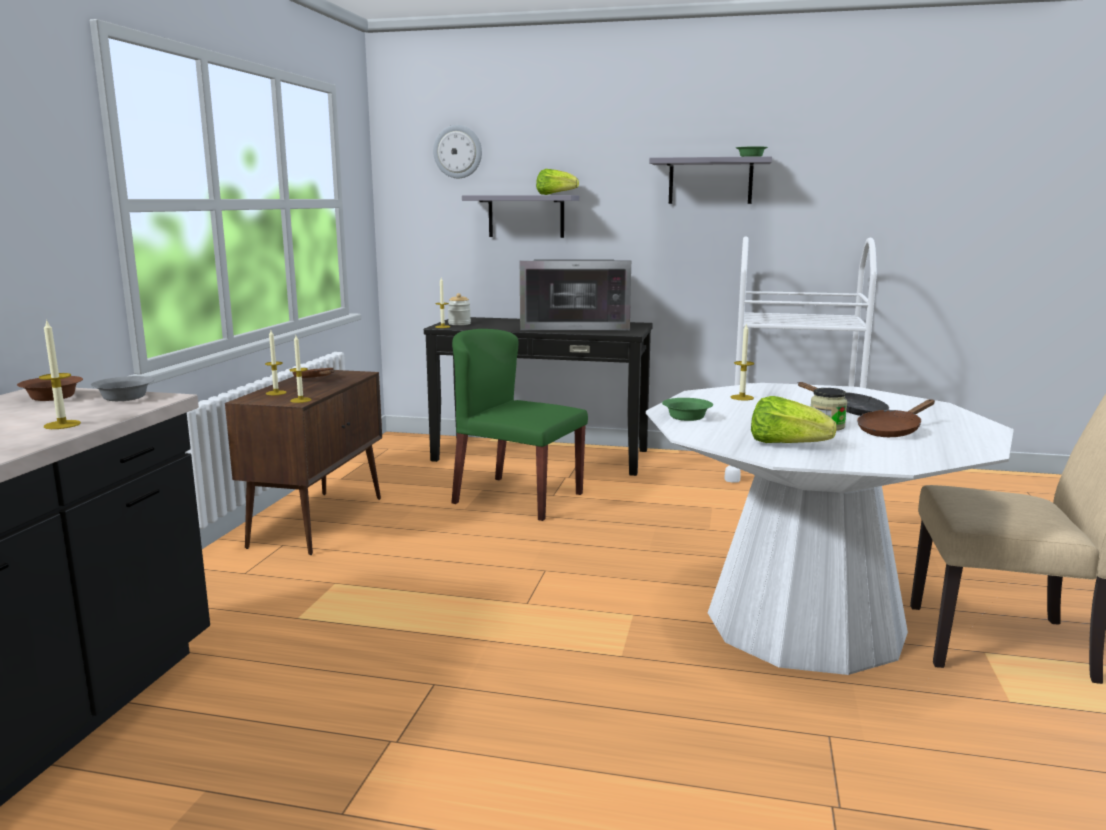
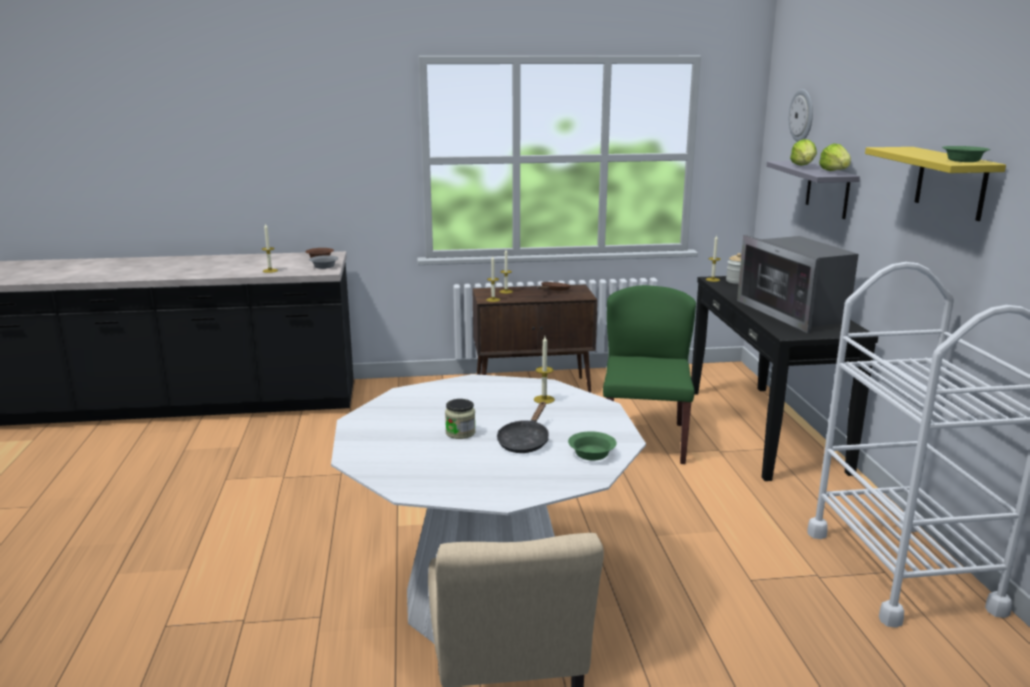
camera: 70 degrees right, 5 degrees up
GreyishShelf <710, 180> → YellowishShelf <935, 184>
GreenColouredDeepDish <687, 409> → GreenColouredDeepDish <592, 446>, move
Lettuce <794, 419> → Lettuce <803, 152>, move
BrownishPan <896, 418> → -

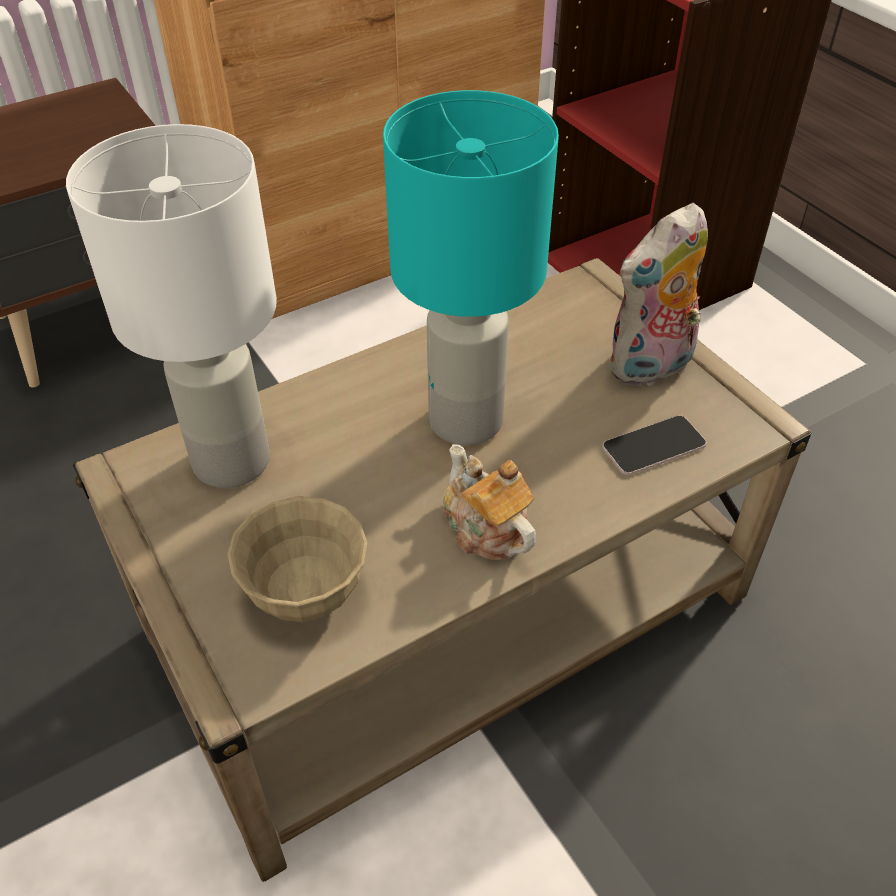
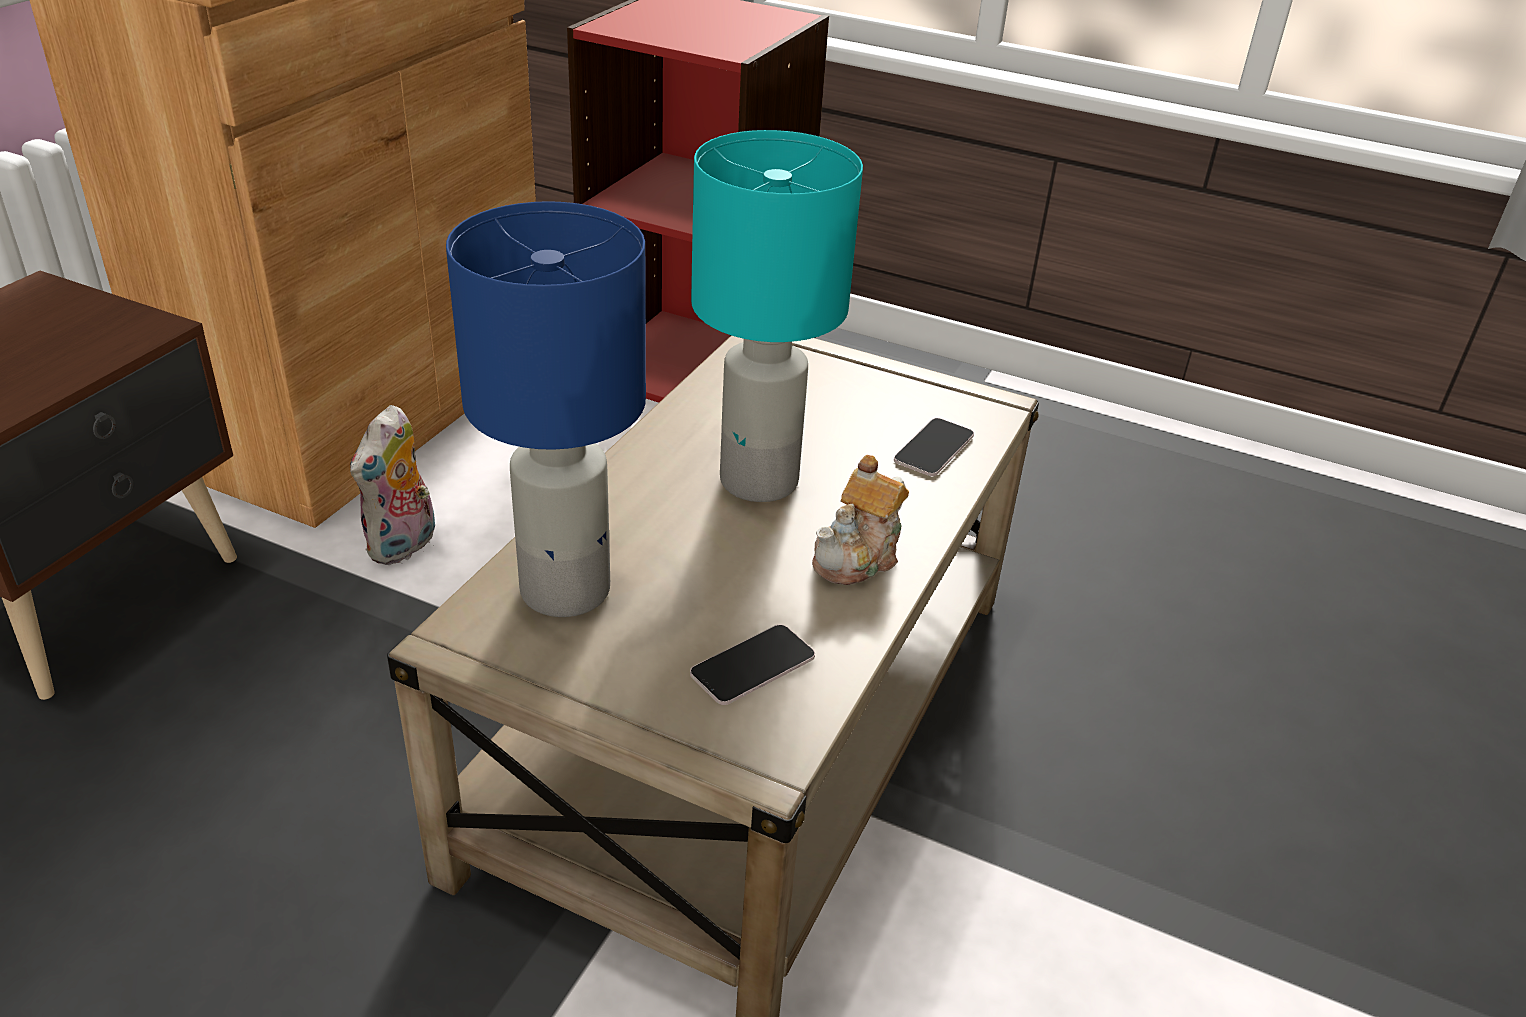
camera: 35 degrees left, 10 degrees down
WhiteColouredTableLamp <171, 306> → BlueTableLamp <546, 409>
BeigeDeepDish <297, 559> → Phone <752, 664>
PotForTea <489, 502> → PotForTea <860, 520>, 75 degrees counterclockwise
CuddlyToy <658, 294> → CuddlyToy <392, 485>, move

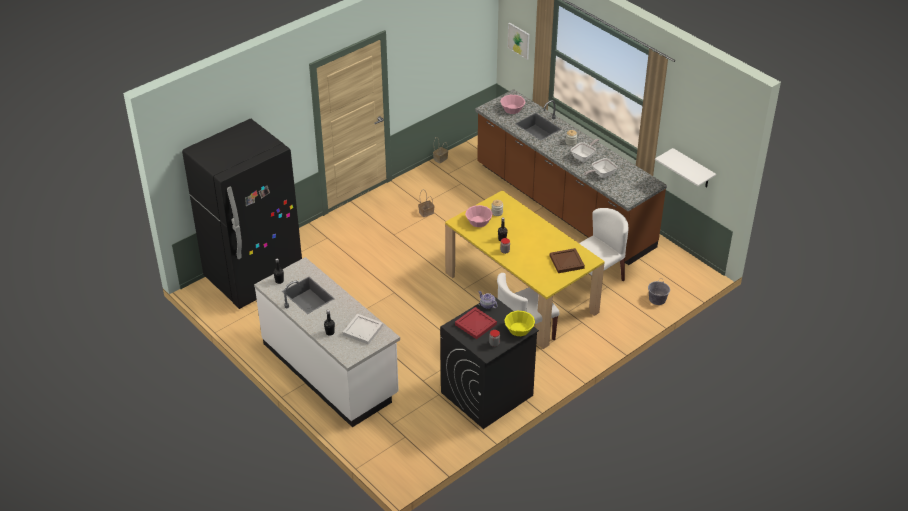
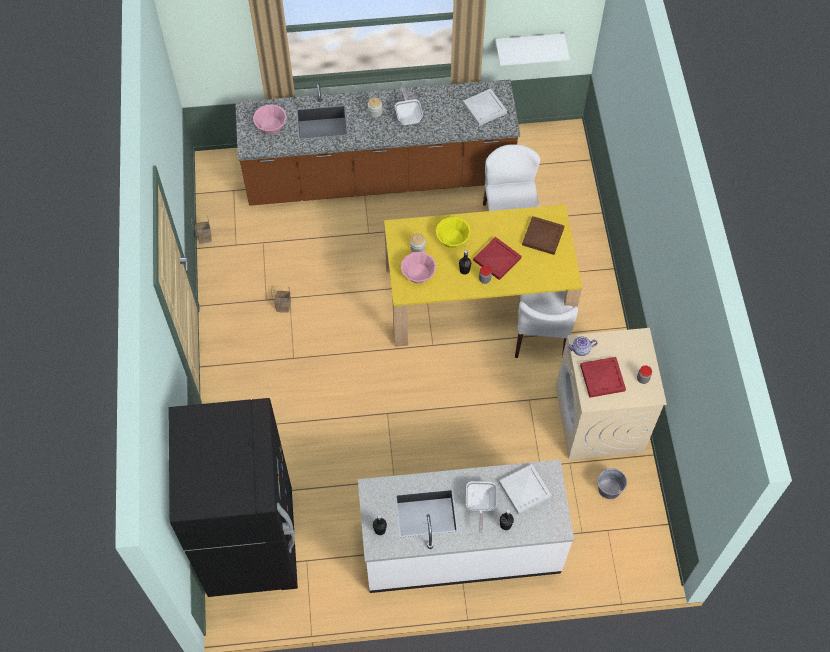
camera: 55 degrees left, 20 degrees up
BlackishLaundryAppliance <489, 362> → BeigeLaundryAppliance <611, 394>
YellowishDeepDish <519, 323> → YellowishDeepDish <453, 232>, move
WallPicture <518, 41> → -
Pan <600, 168> → Pan <481, 507>, move
GreyishBucket <659, 293> → GreyishBucket <612, 483>, move
- → WhiteColouredServingTray <485, 107>
- → RedServingTray <497, 258>

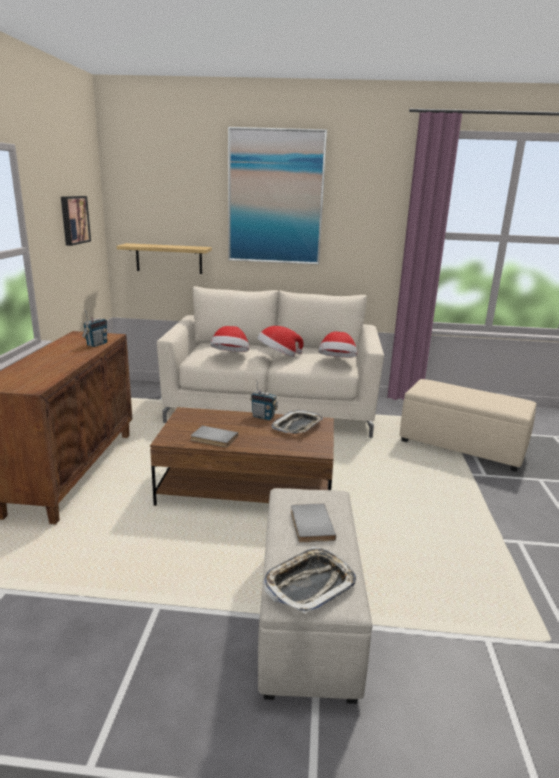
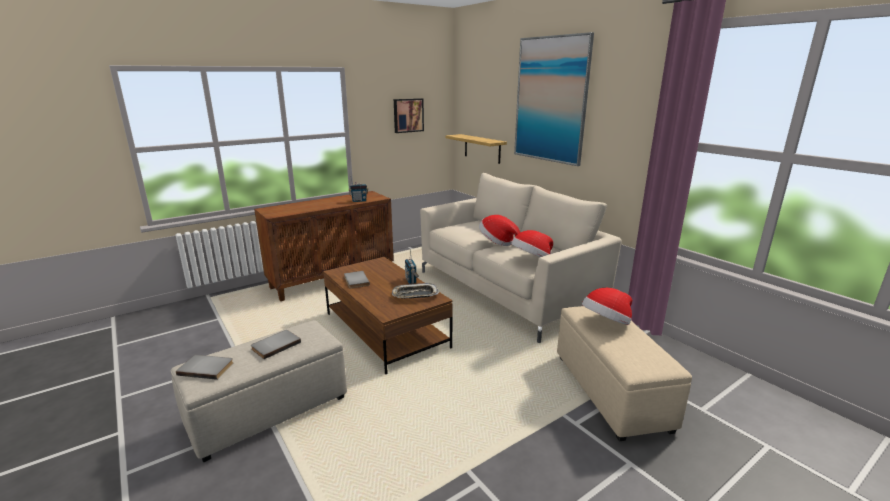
camera: 50 degrees right, 0 degrees up
Hat <229, 339> → Hat <607, 306>, move
ServingTray <309, 580> → GreyishBook <204, 367>

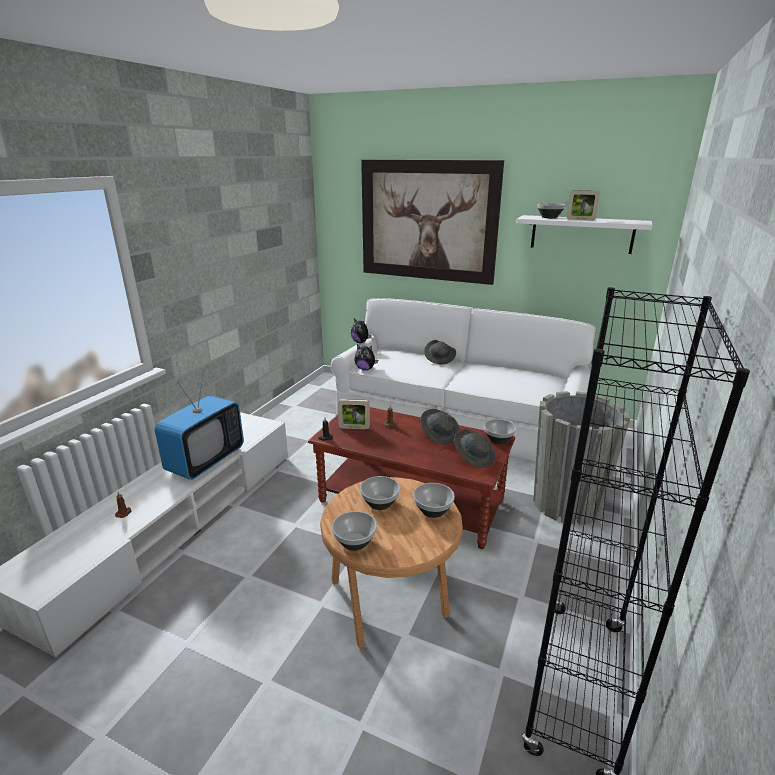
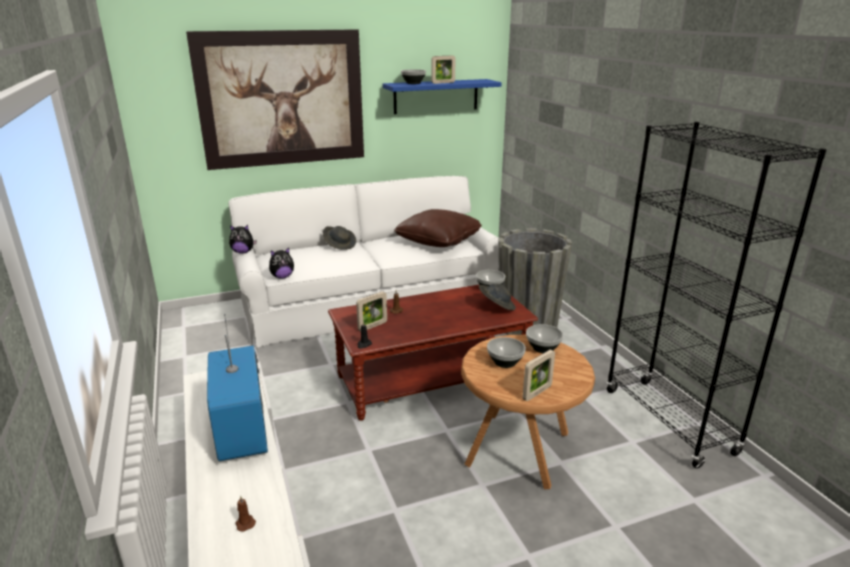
camera: 45 degrees left, 0 degrees up
DeepDish <354, 531> → PhotoFrame <538, 375>
GreyishHat <440, 427> → -
WhiteColouredShelf <584, 234> → BlueShelf <442, 96>
- → BrownishThrowPillow <438, 228>

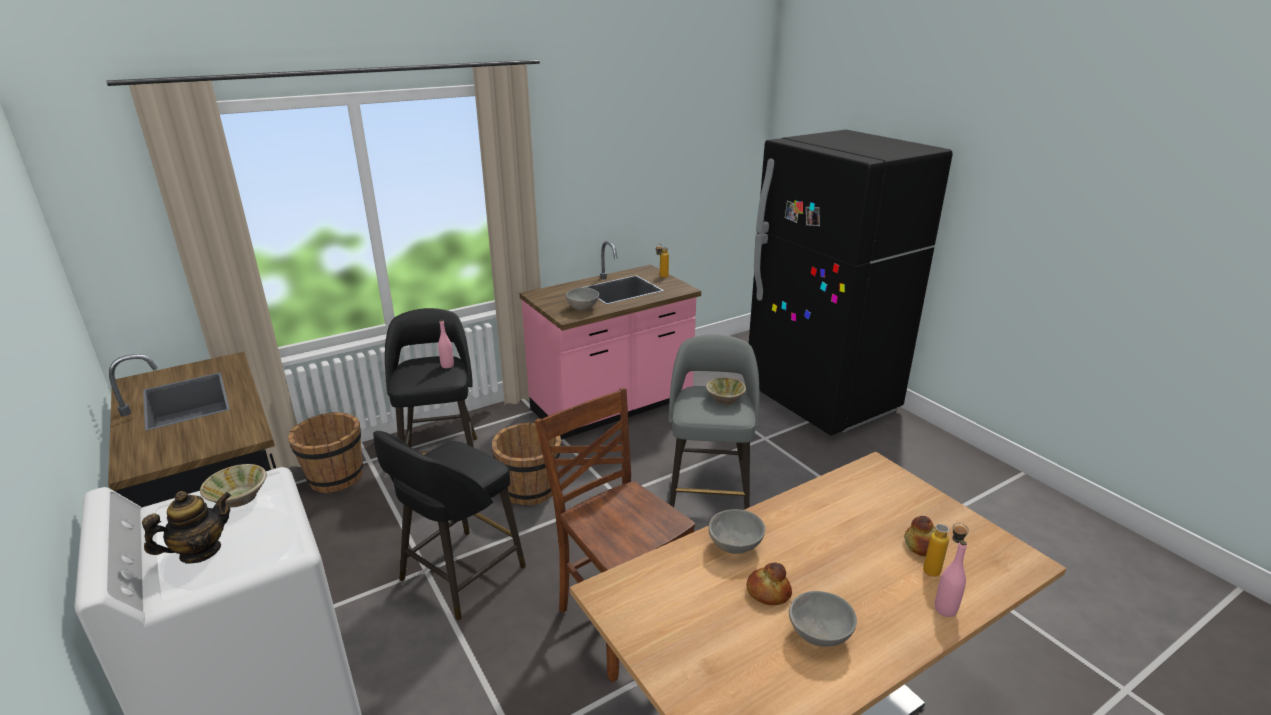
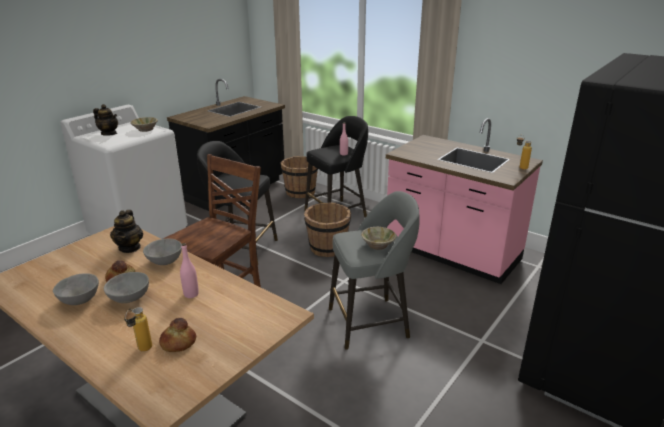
camera: 70 degrees right, 0 degrees up
GreyishDeepDish <582, 298> → GreyishDeepDish <126, 287>, move
PinkishDrinkBottle <951, 578> → PinkishDrinkBottle <189, 270>, move
- → PotForTea <126, 231>

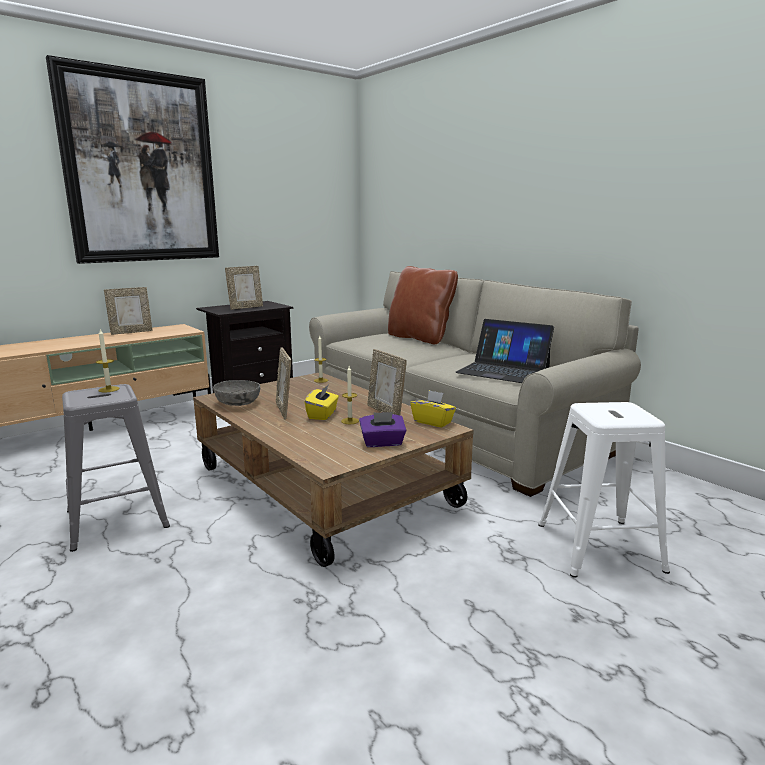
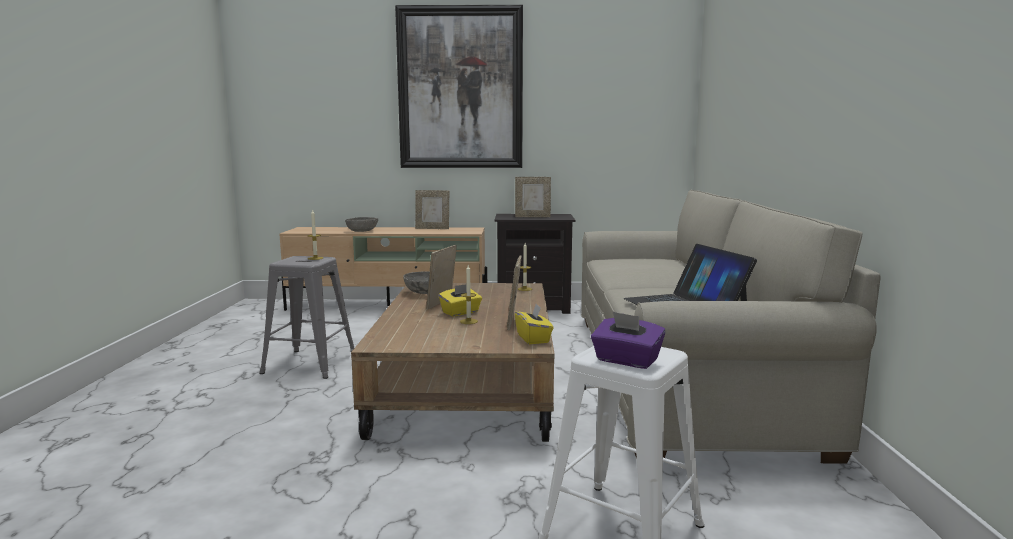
camera: 40 degrees right, 5 degrees down
PurpleColouredTissueBox <382, 429> → PurpleColouredTissueBox <628, 340>, move
BrownishThrowPillow <423, 305> → -
- → GreyishDeepDish <361, 224>

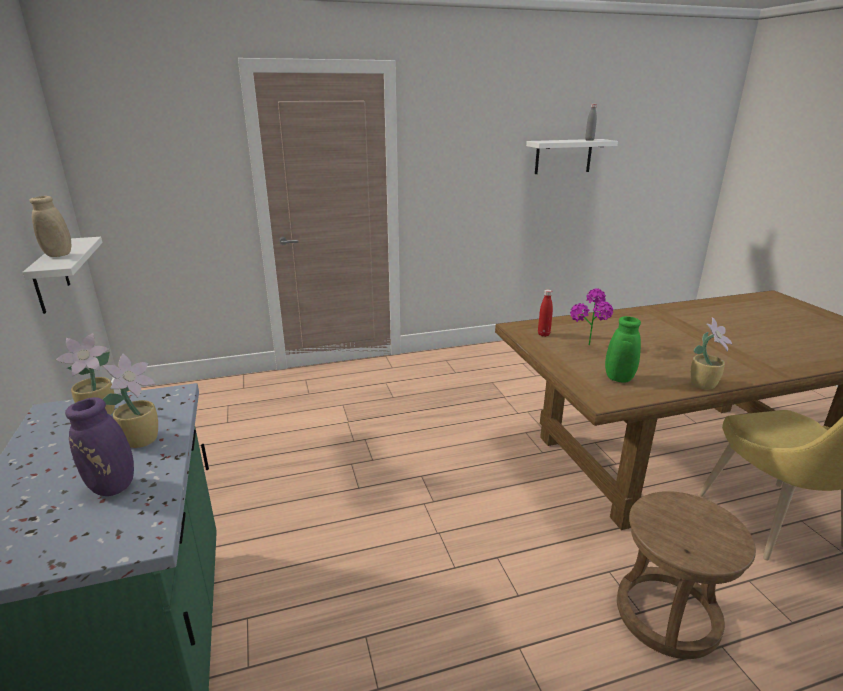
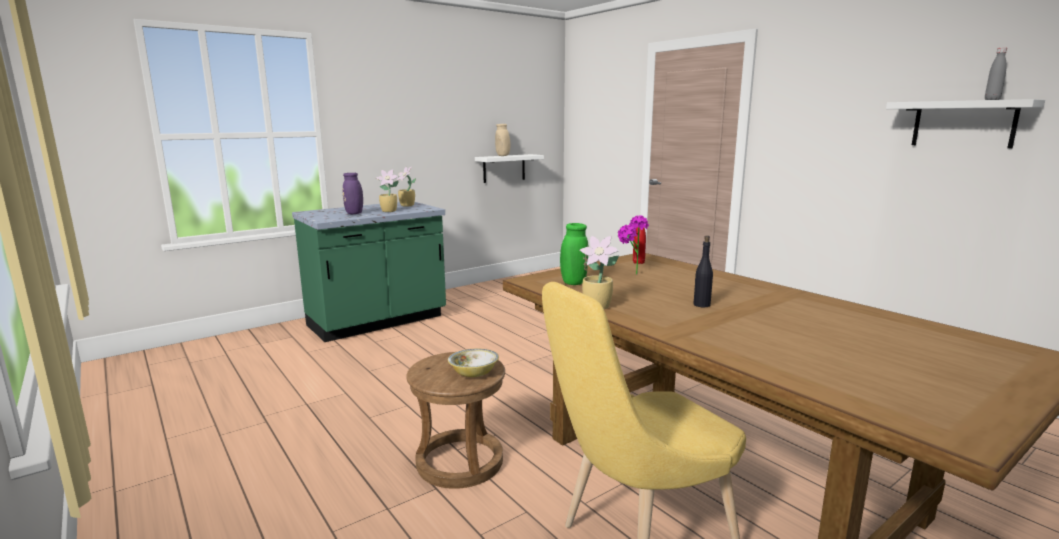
camera: 70 degrees right, 10 degrees down
- → DeepDish <473, 363>
- → BlackishDrinkBottle <703, 271>

